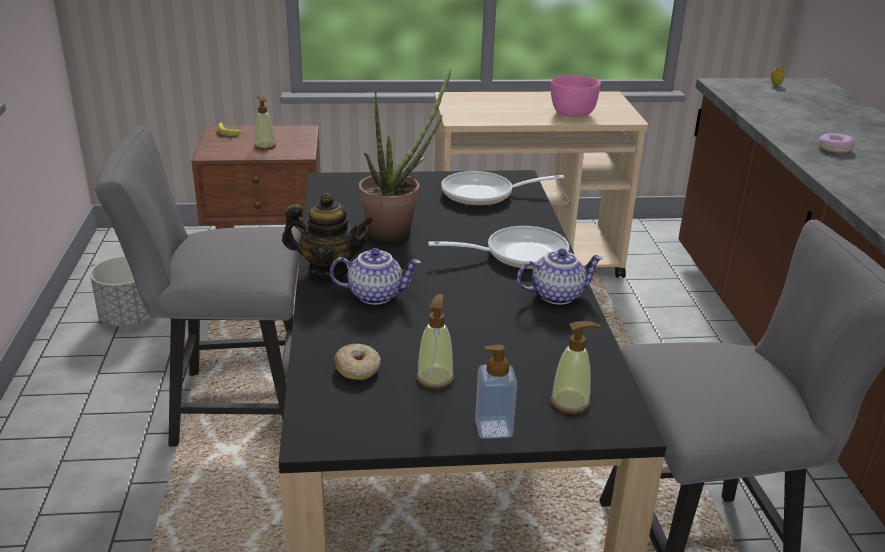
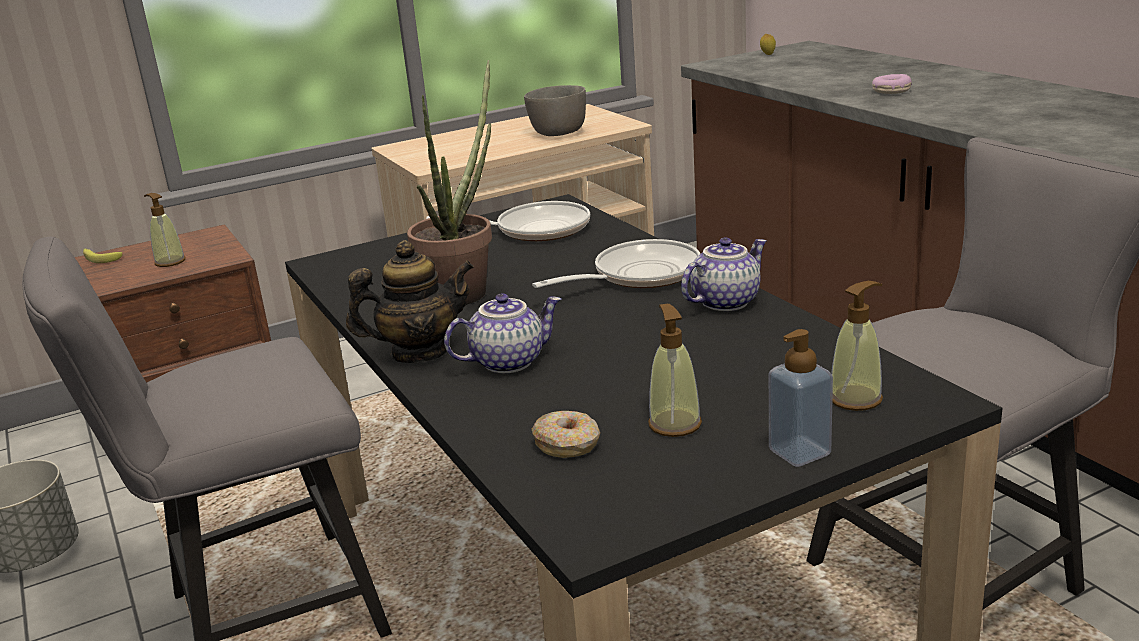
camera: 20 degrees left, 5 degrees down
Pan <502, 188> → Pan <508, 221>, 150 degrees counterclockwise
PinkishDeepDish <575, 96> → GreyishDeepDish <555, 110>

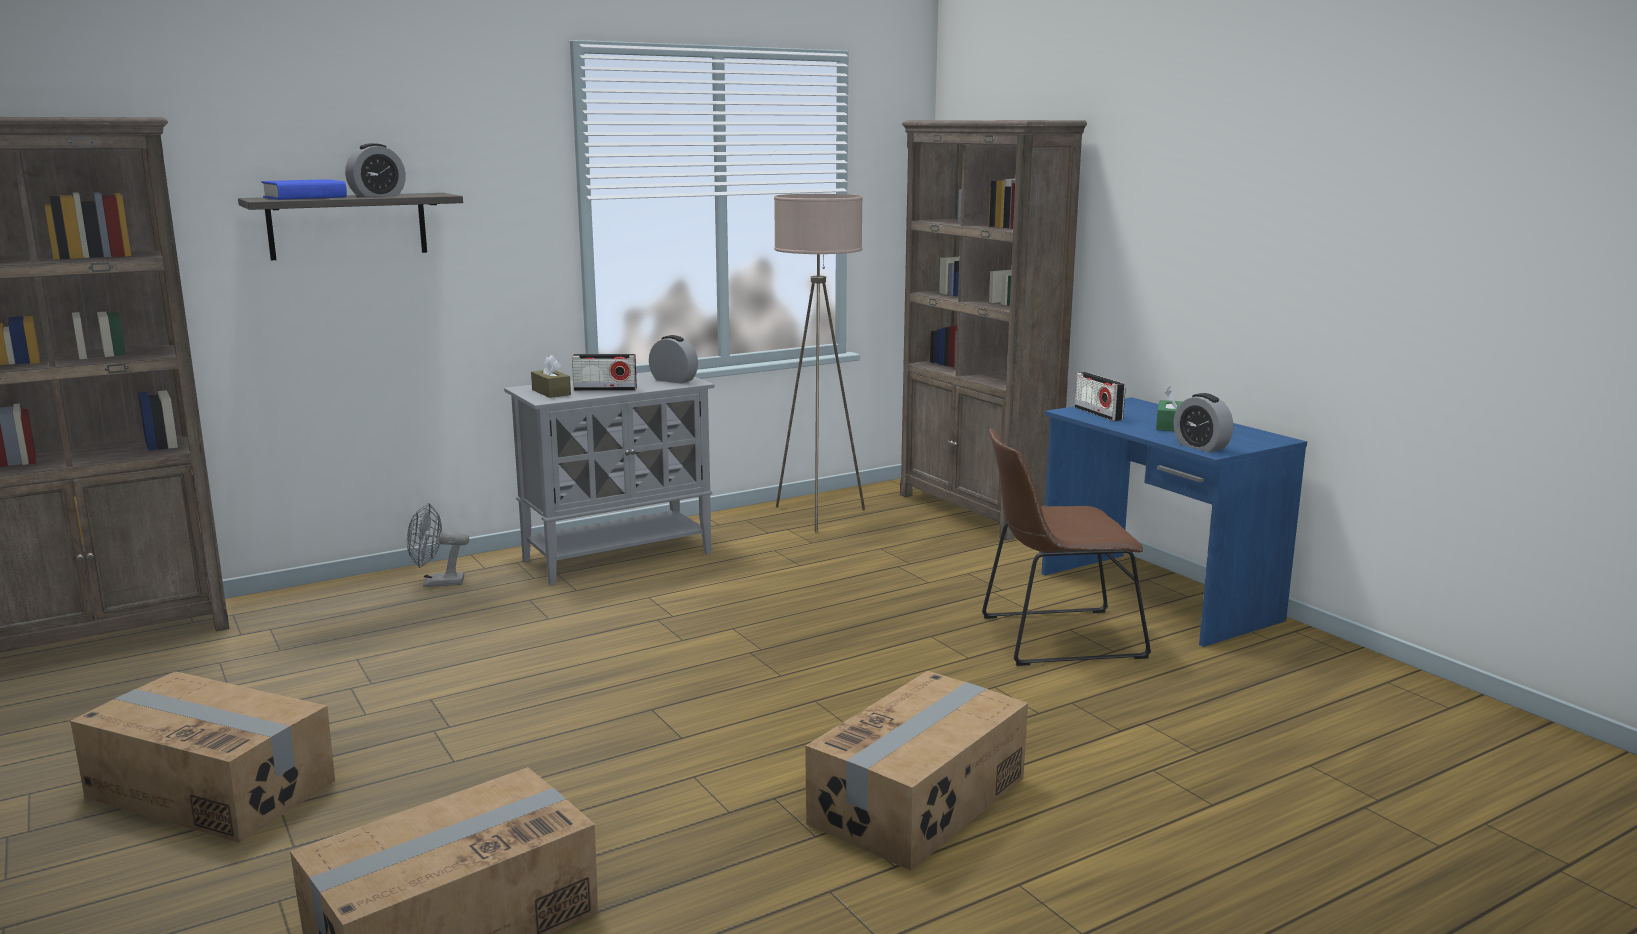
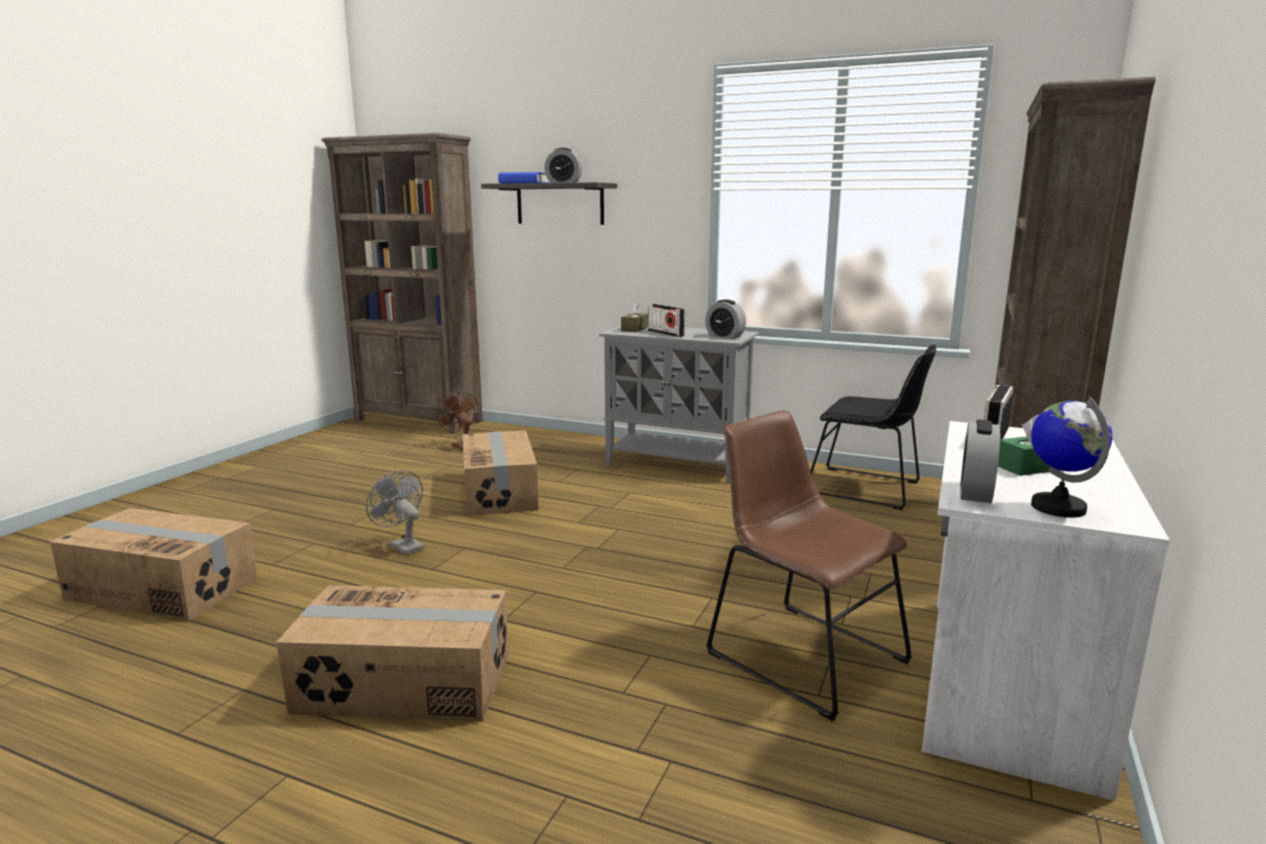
camera: 55 degrees right, 0 degrees up
CardboardBox <202, 757> → CardboardBox <501, 473>, move
GreyishElectricFan <438, 545> → GreyishElectricFan <395, 512>, move
TableClock <673, 359> → TableClock <725, 319>, 135 degrees clockwise
BeigeStandardLamp <819, 363> → BlackishChair <873, 427>
BlueDeskTable <1174, 522> → WhiteColouredDeskTable <1046, 611>
- → BrownishElectricFan <457, 421>
- → DeskGlobe <1071, 457>

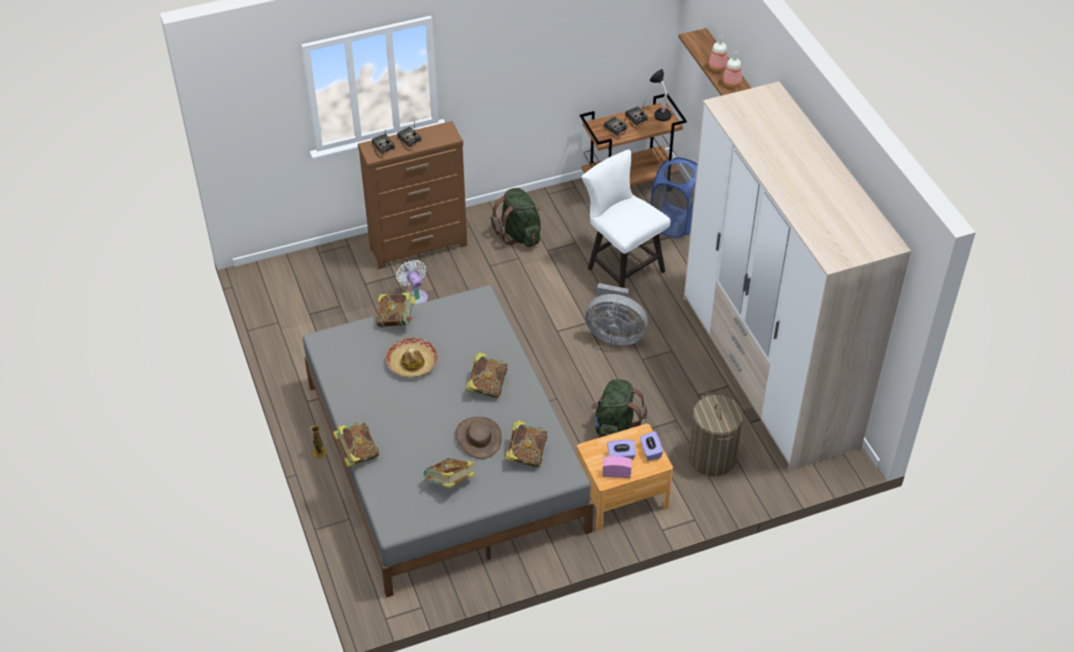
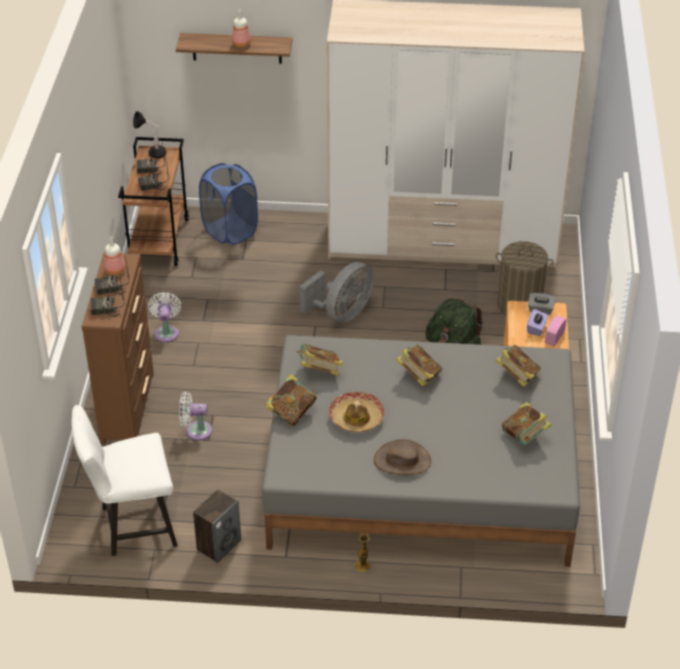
camera: 65 degrees left, 5 degrees down
Book <356, 444> → Book <319, 360>, move
BrownishHat <479, 438> → BrownishHat <402, 457>, move
GreenColouredRucksack <516, 217> → WhiteColouredElectricFan <164, 317>
WhiteColouredChair <626, 218> → WhiteColouredChair <125, 480>, move
PurpleColouredTissueBox <651, 445> → GreyishTissueBox <541, 304>
DrinkBottle <732, 69> → DrinkBottle <114, 256>, move
- → AudioSpeaker <217, 526>

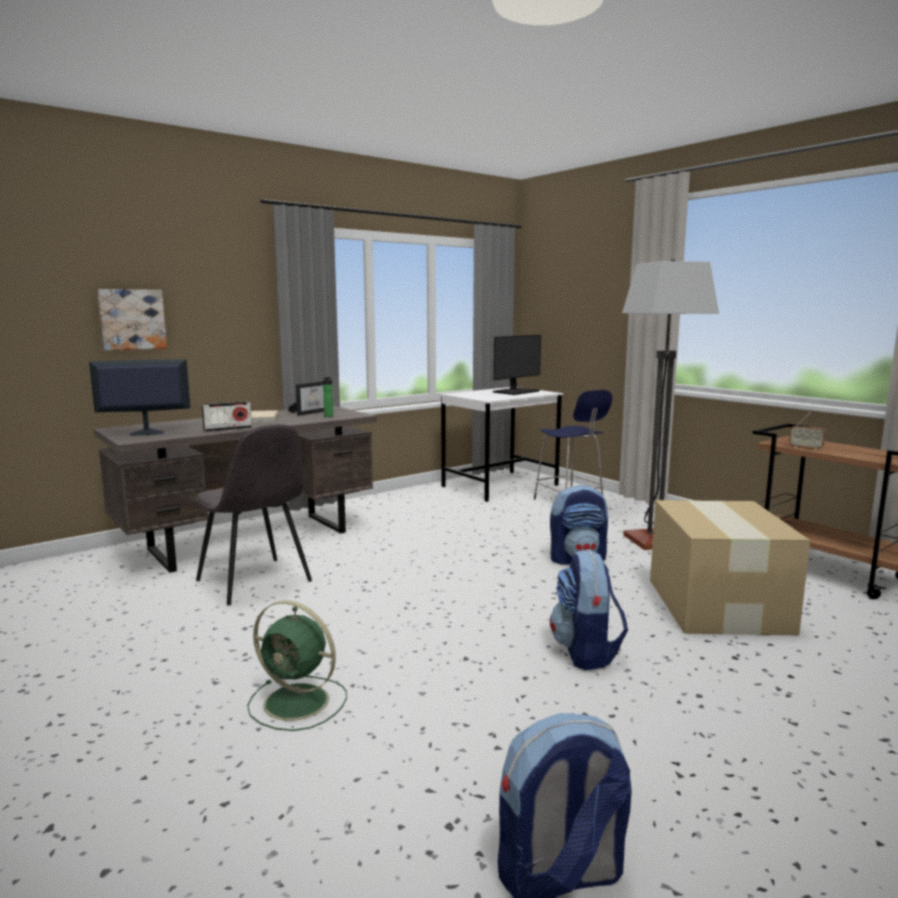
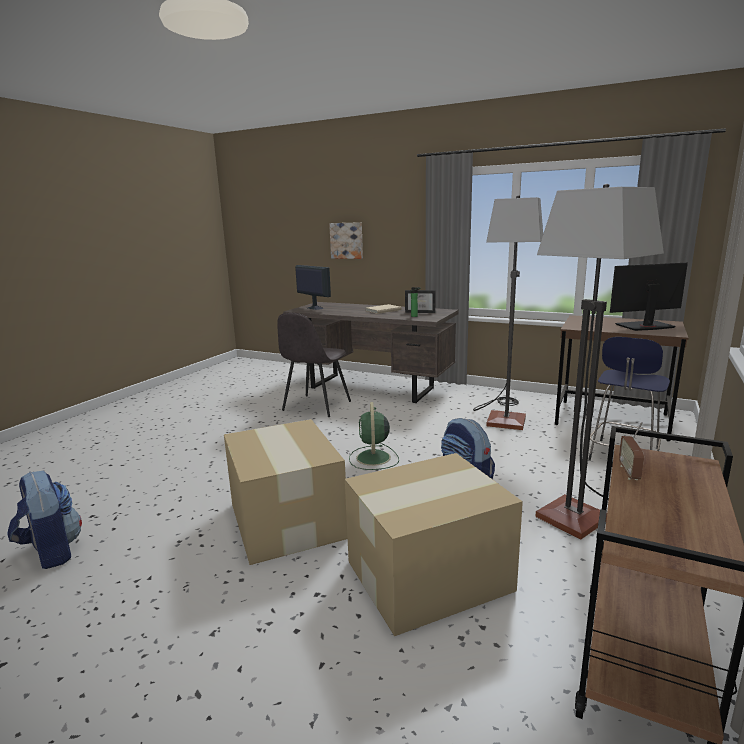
camera: 65 degrees right, 5 degrees up
RadioReceiver <227, 416> → -
GreenColouredElectricFan <297, 665> → GreenColouredElectricFan <374, 436>, move
WhiteColouredDeskTable <501, 444> → BrownishDeskTable <621, 378>
Monitor <517, 365> → Monitor <649, 296>, 150 degrees clockwise
Rucksack <589, 609> → CardboardBox <286, 492>
- → StandardLamp <508, 312>

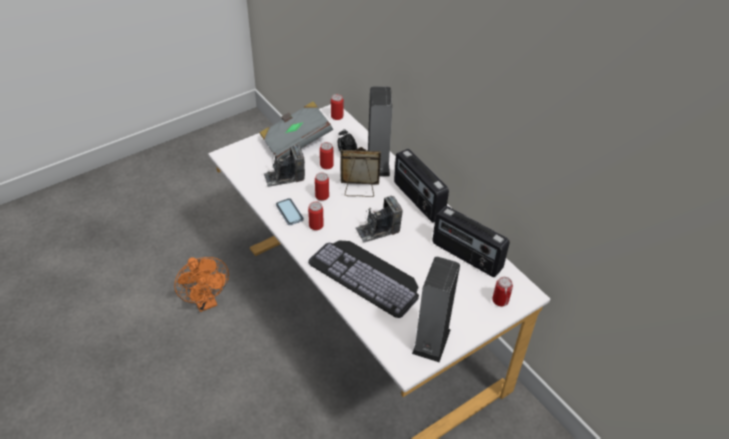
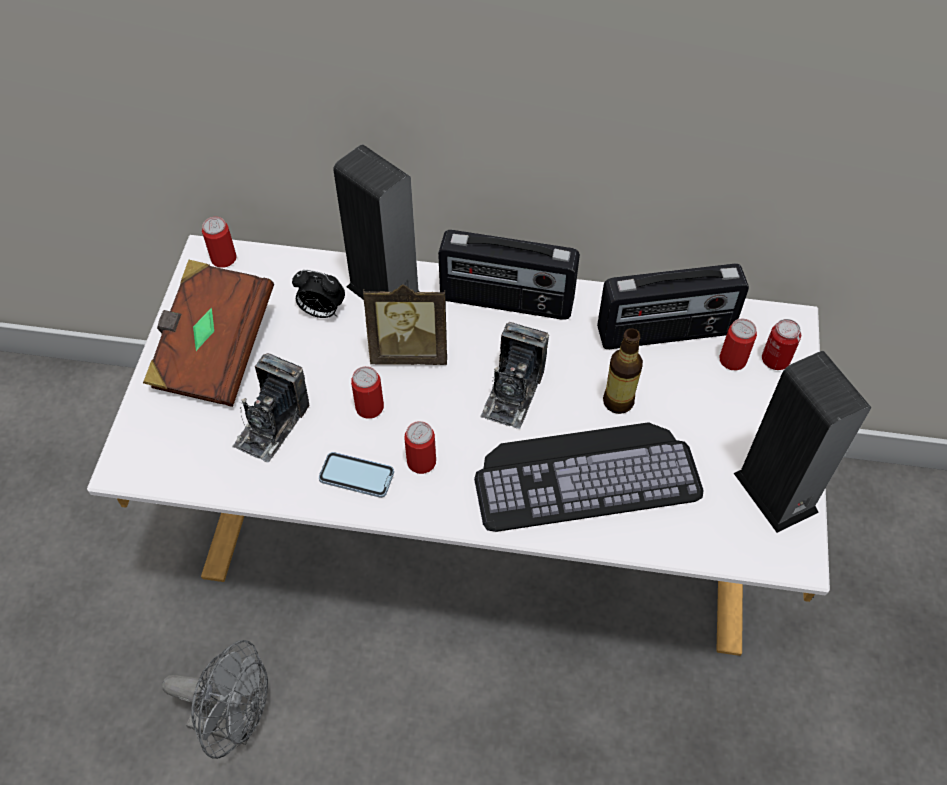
camera: 45 degrees left, 10 degrees up
OrangeyElectricFan <201, 284> → GreyishElectricFan <215, 699>
GreyishBook <296, 130> → BrownishBook <208, 333>
SealedCan <327, 155> → SealedCan <738, 345>, move
PhotoFrame <361, 172> → PhotoFrame <405, 324>, 135 degrees counterclockwise
- → DrinkBottle <623, 371>

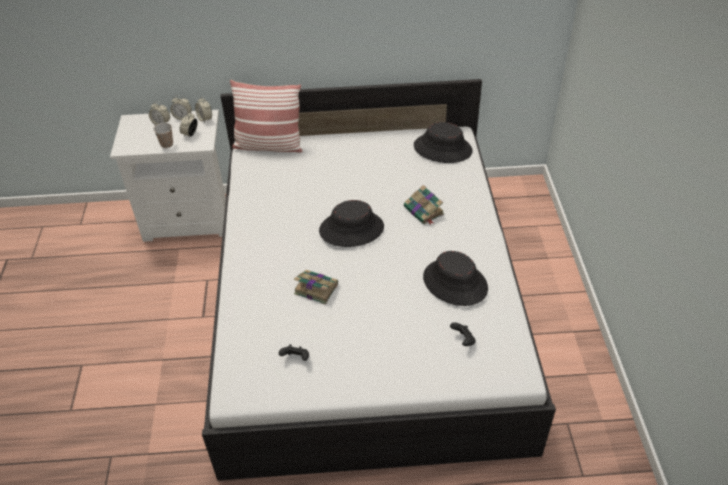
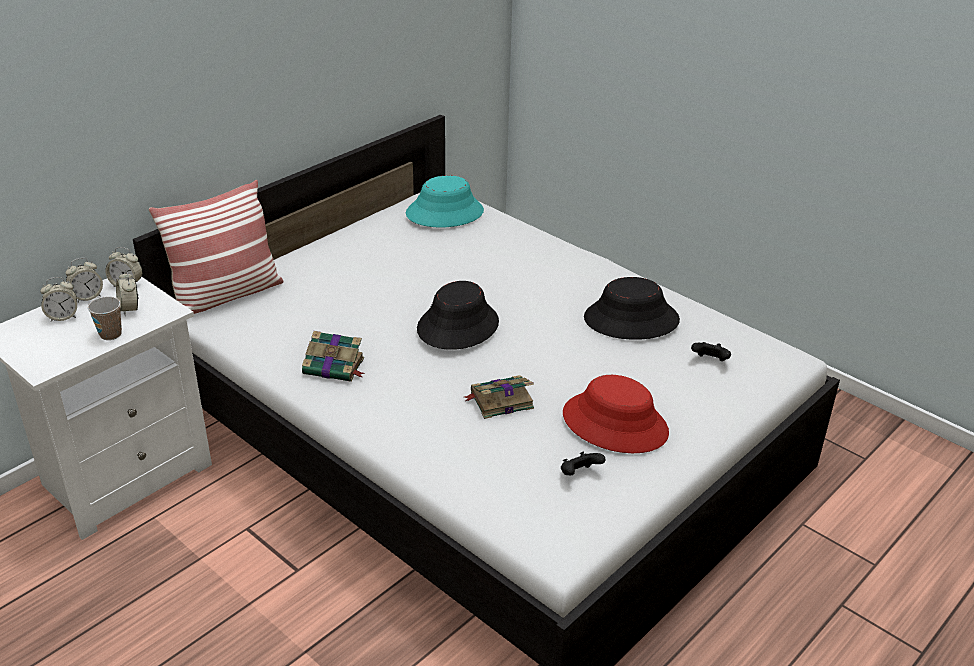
camera: 45 degrees left, 10 degrees down
Book <424, 205> → Book <333, 356>, move
BlackishHat <443, 142> → BlueGreenHat <445, 201>
- → RedHat <616, 414>

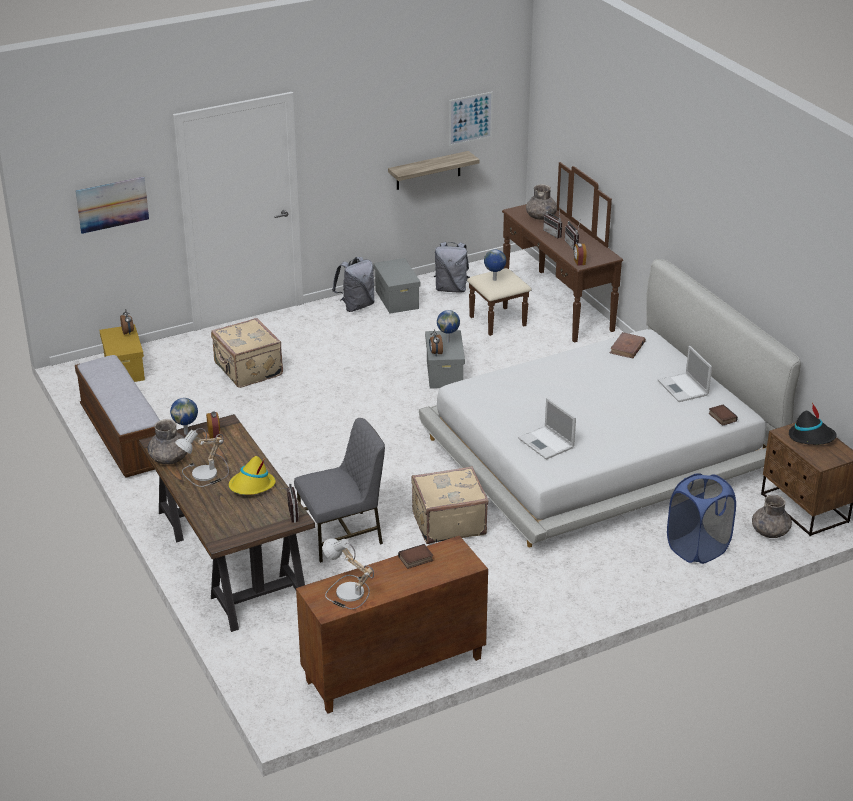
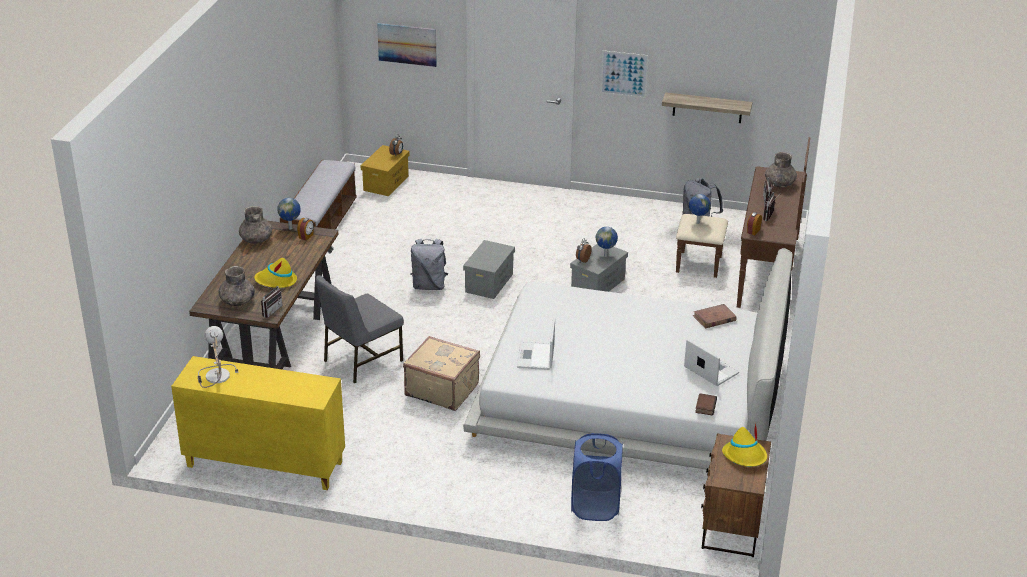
camera: 40 degrees right, 0 degrees up
TableLamp <202, 457> → -
BeigeTravelCase <247, 353> → -
GreyishChair <339, 490> → GreyishChair <360, 329>, 120 degrees clockwise
BrownishStorageCabinet <392, 625> → YellowishStorageCabinet <258, 423>
GreyishRucksack <353, 284> → GreyishRucksack <429, 264>, move
GreyishStorageBox <397, 286> → GreyishStorageBox <489, 269>, move
Book <415, 556> → -
WallPicture <471, 119> → WallPicture <624, 74>, move
Laptop <685, 374> → Laptop <711, 362>, 120 degrees clockwise
GreyishFlowerVase <772, 516> → GreyishFlowerVase <236, 286>, move
BlackishHat <813, 424> → YellowishHat <744, 444>

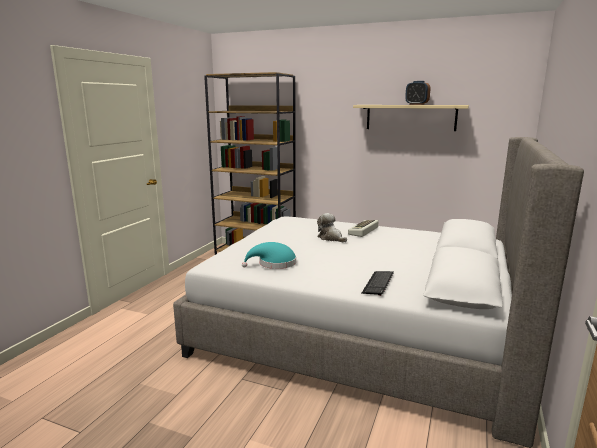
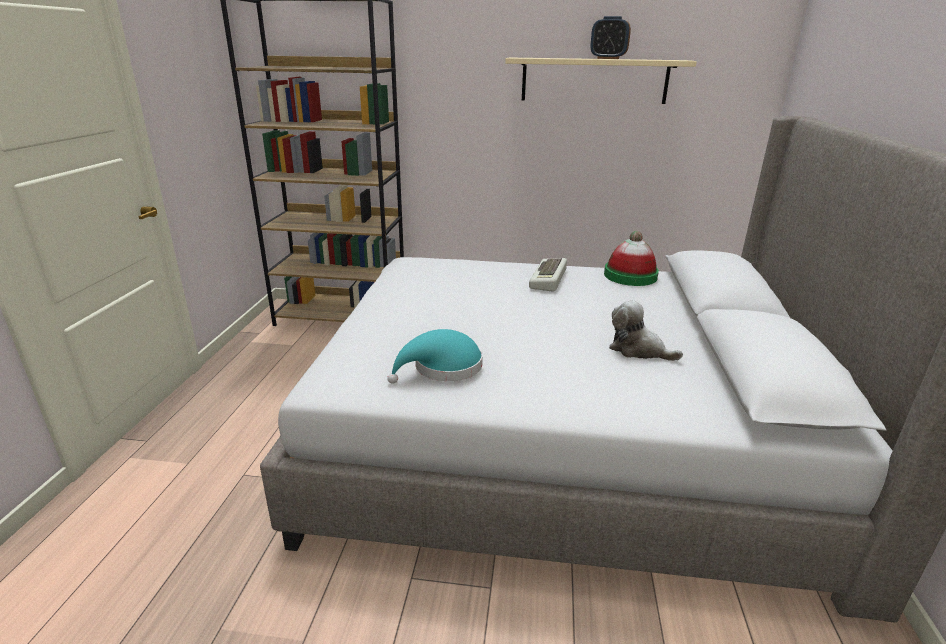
camera: 15 degrees left, 10 degrees up
CuddlyToy <332, 227> → CuddlyToy <646, 330>, move
ComputerKeyboard <377, 283> → -
- → Hat <631, 258>

